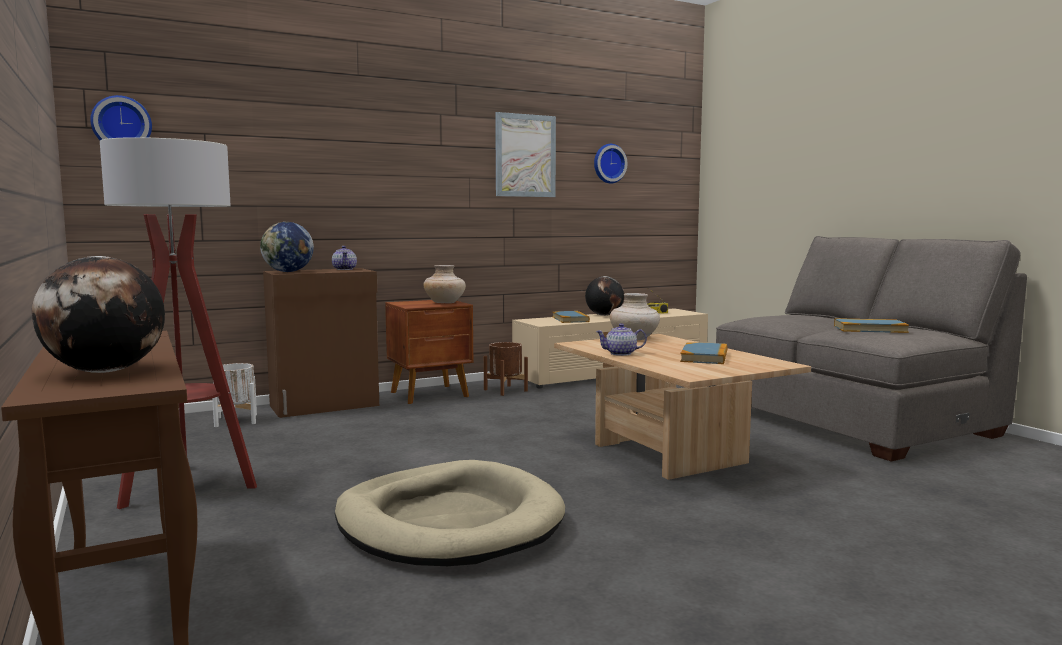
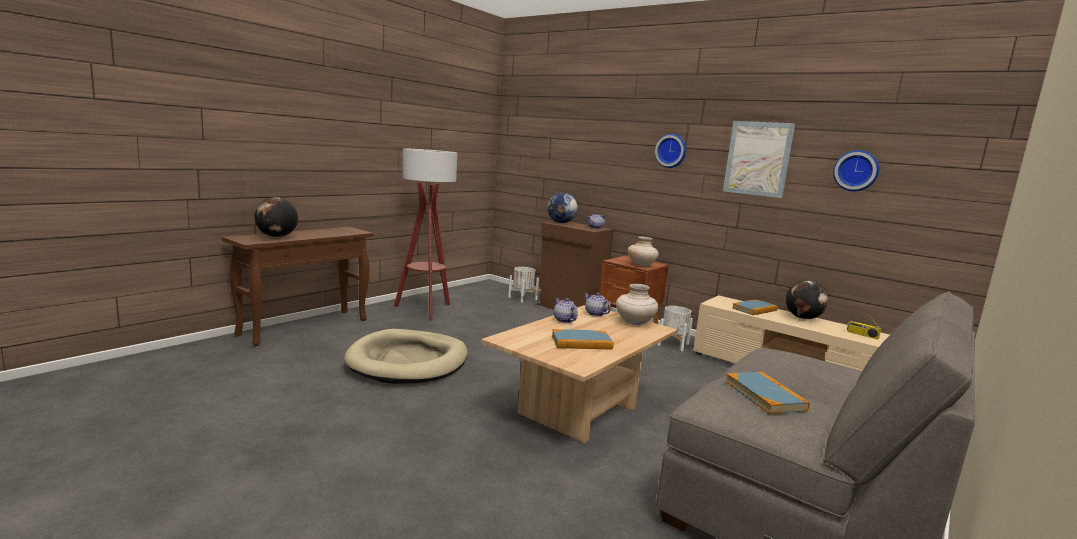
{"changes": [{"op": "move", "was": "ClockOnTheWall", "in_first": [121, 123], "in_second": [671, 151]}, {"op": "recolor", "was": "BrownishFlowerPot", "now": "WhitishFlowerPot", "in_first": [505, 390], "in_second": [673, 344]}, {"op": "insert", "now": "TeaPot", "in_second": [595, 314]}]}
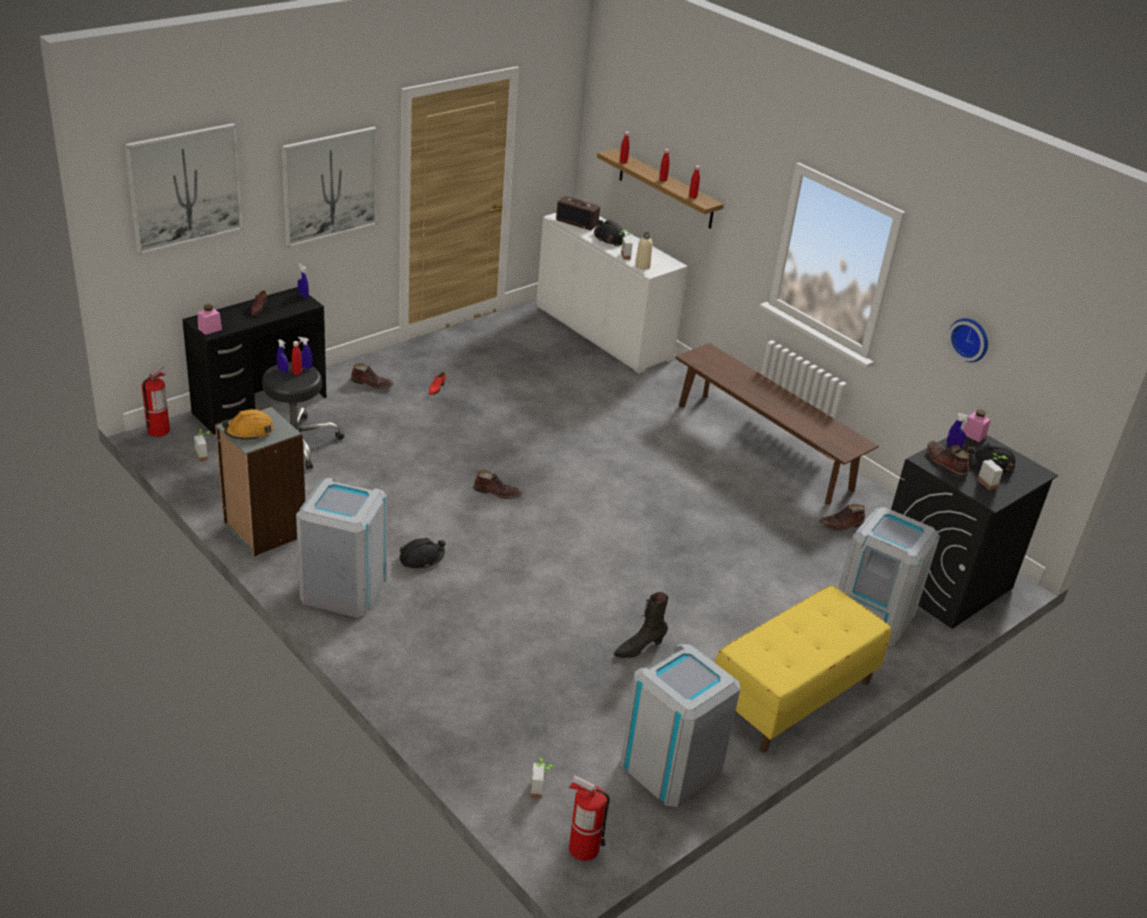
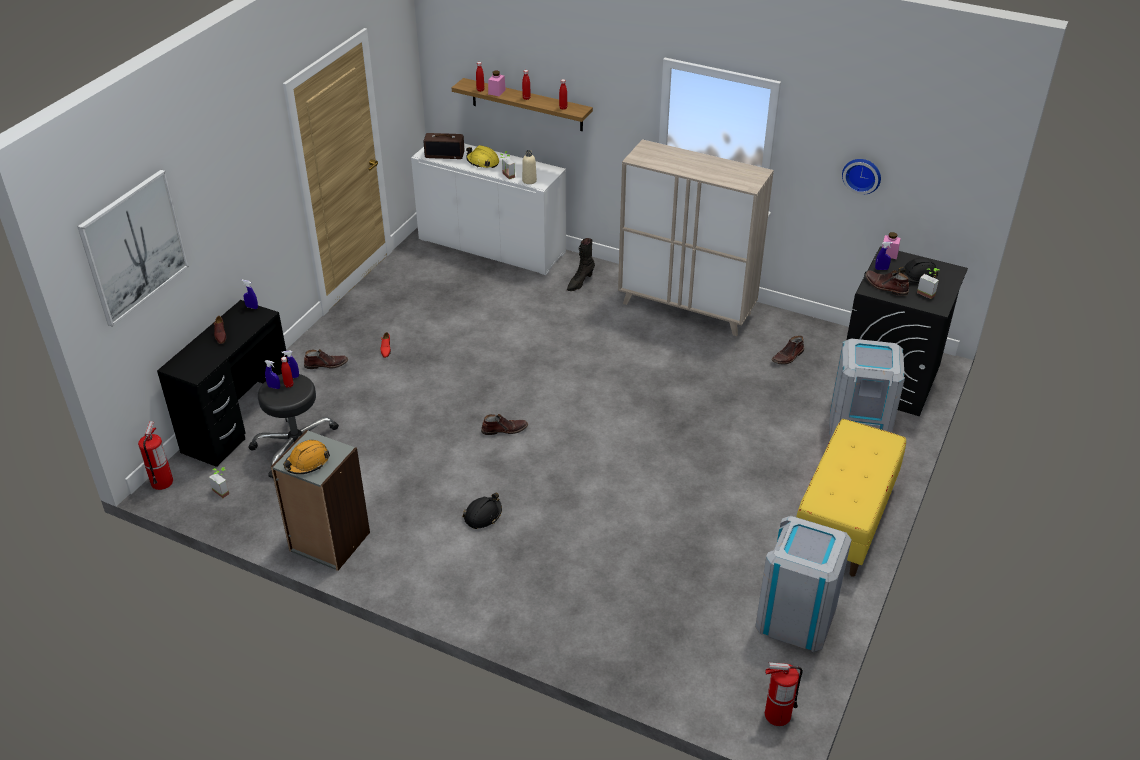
{"changes": [{"op": "delete", "was": "WallPicture", "in_first": [330, 186]}, {"op": "recolor", "was": "BlackishHardHat", "now": "YellowHardHat", "in_first": [609, 238], "in_second": [482, 162]}, {"op": "move", "was": "PinkPreserveJar", "in_first": [210, 329], "in_second": [497, 92]}, {"op": "replace", "was": "BrownishBench", "now": "BeigeStorageCabinet", "in_first": [763, 446], "in_second": [687, 308]}, {"op": "delete", "was": "GreyTrashCan", "in_first": [343, 589]}, {"op": "move", "was": "BlackishBoot", "in_first": [639, 648], "in_second": [580, 282]}, {"op": "delete", "was": "Houseplant", "in_first": [541, 789]}]}
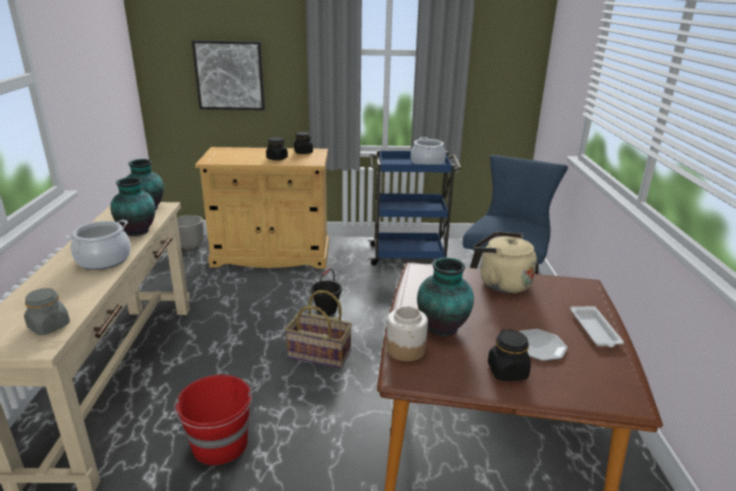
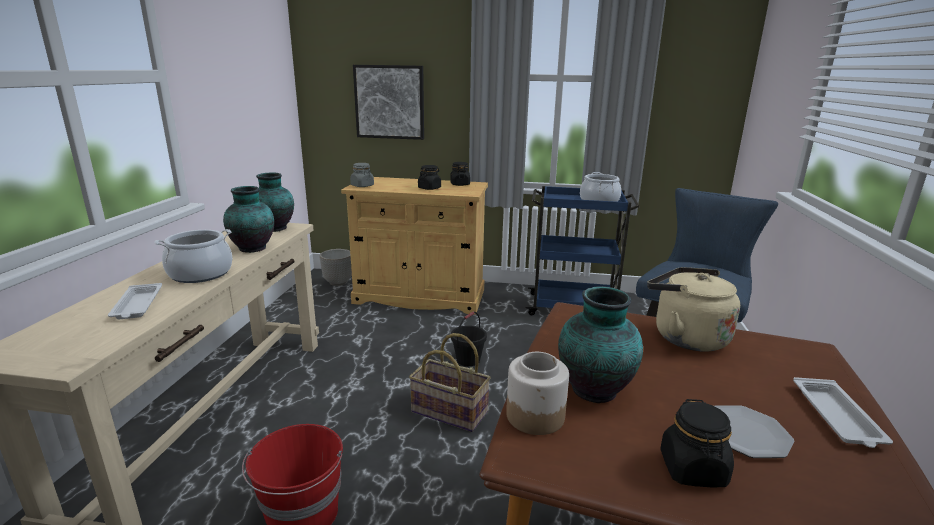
{"changes": [{"op": "move", "was": "GreyPreserveJar", "in_first": [49, 326], "in_second": [362, 186]}, {"op": "insert", "now": "WhitishTray", "in_second": [137, 306]}]}
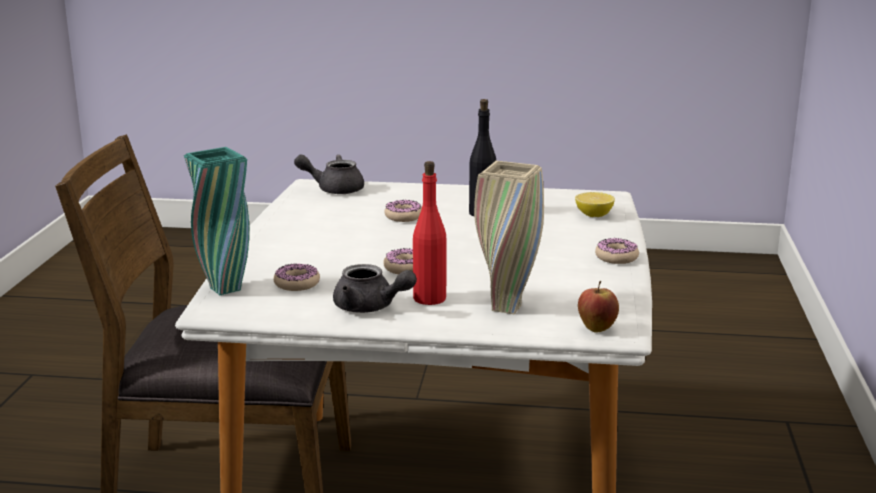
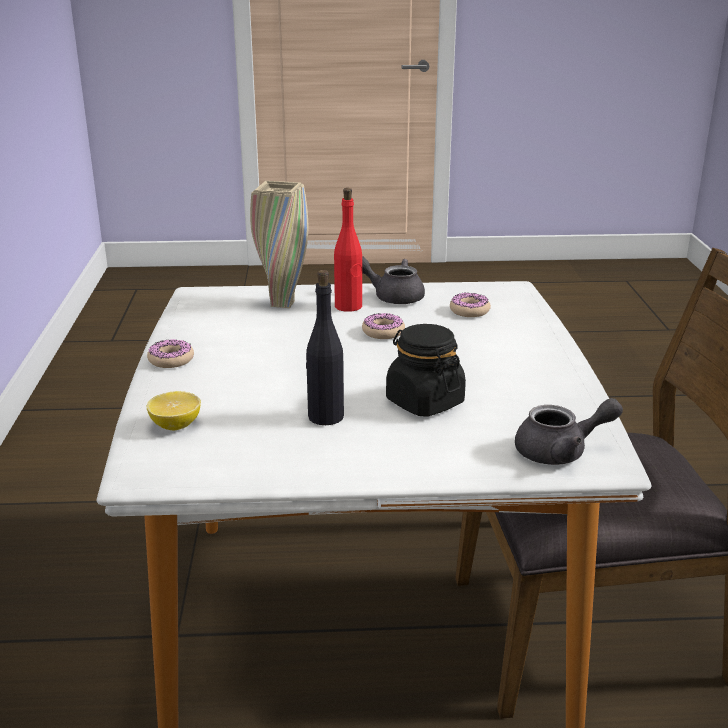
{"changes": [{"op": "delete", "was": "BlueGreenVase", "in_first": [225, 289]}, {"op": "replace", "was": "Doughnut", "now": "BlackishPreserveJar", "in_first": [403, 216], "in_second": [424, 402]}, {"op": "delete", "was": "AppleFruit", "in_first": [596, 329]}]}
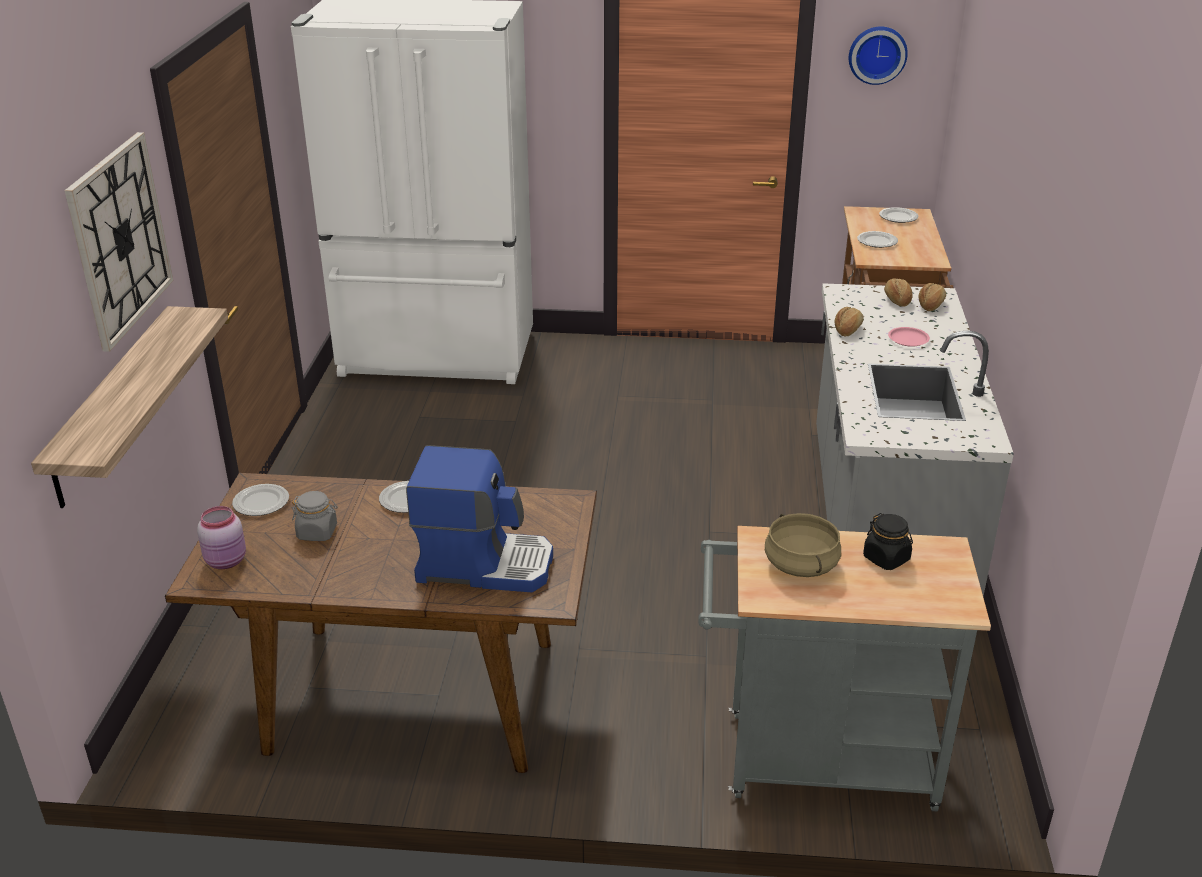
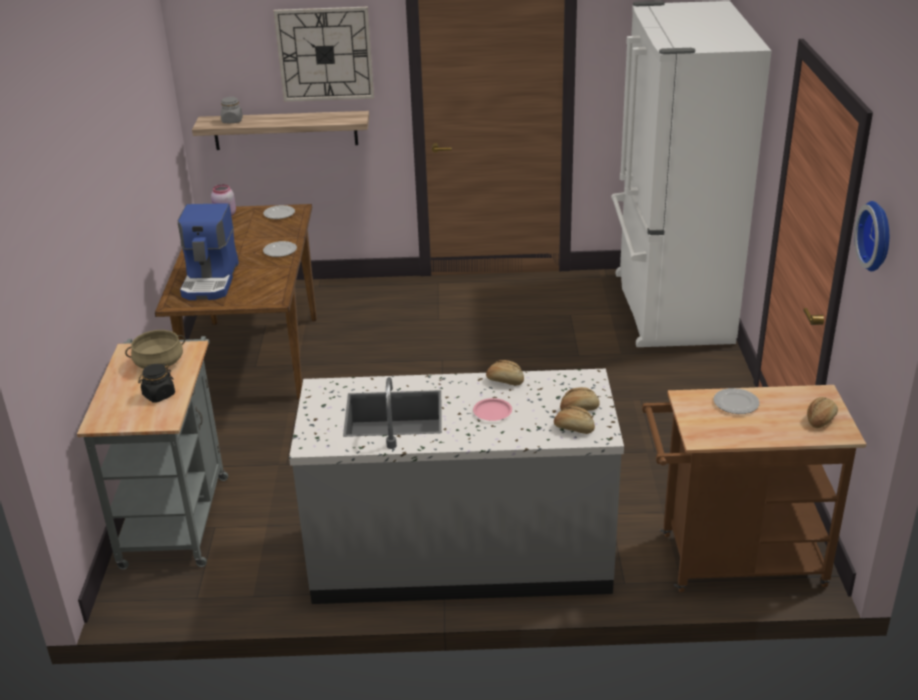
{"changes": [{"op": "replace", "was": "FlatDish", "now": "BakedBread", "in_first": [898, 217], "in_second": [820, 420]}, {"op": "move", "was": "GreyPreserveJar", "in_first": [317, 532], "in_second": [232, 121]}]}
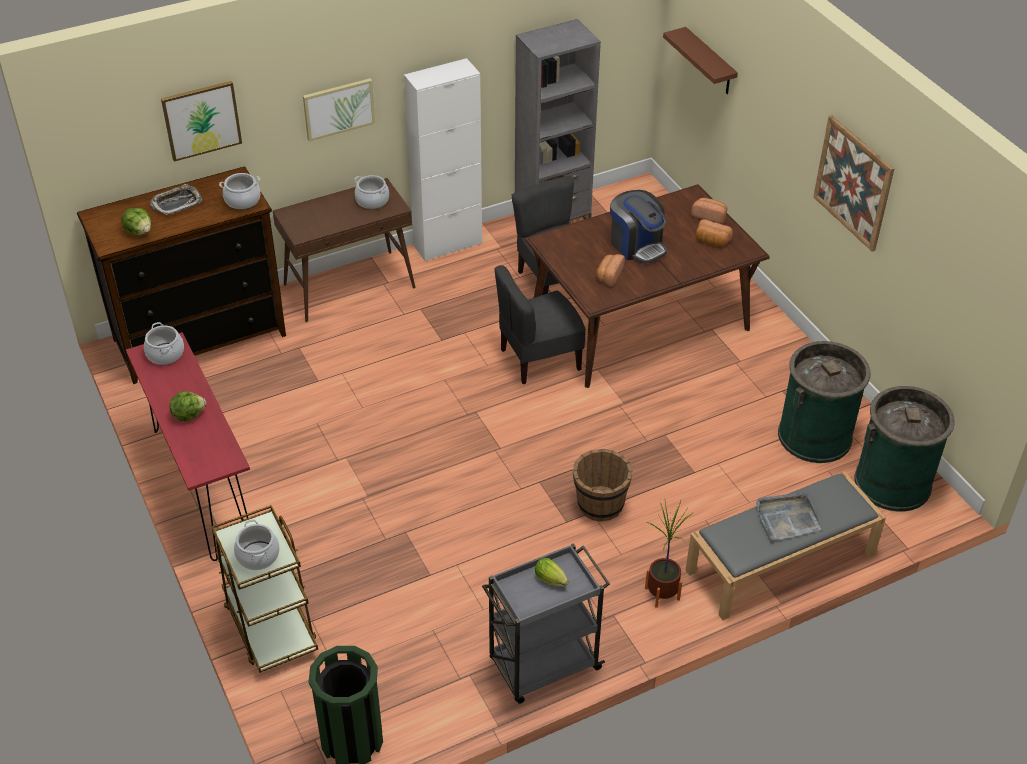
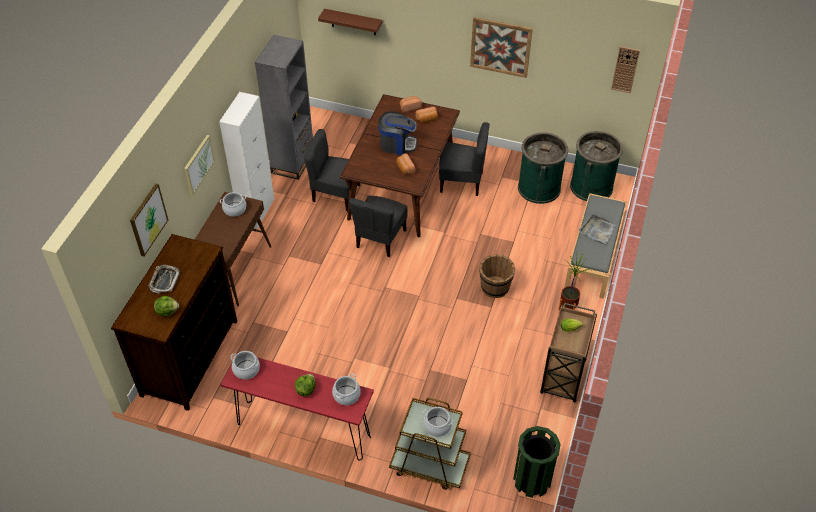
{"changes": [{"op": "move", "was": "Saucepot", "in_first": [242, 200], "in_second": [346, 395]}, {"op": "recolor", "was": "GreyTrolley", "now": "BrownishTrolley", "in_first": [543, 665], "in_second": [563, 378]}, {"op": "insert", "now": "ClockOnTheWall", "in_second": [625, 69]}, {"op": "insert", "now": "GreyPlainChair", "in_second": [462, 182]}]}
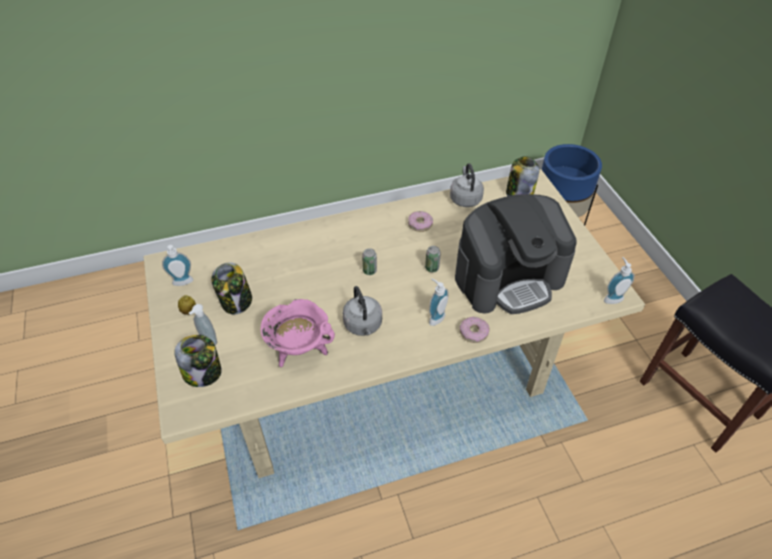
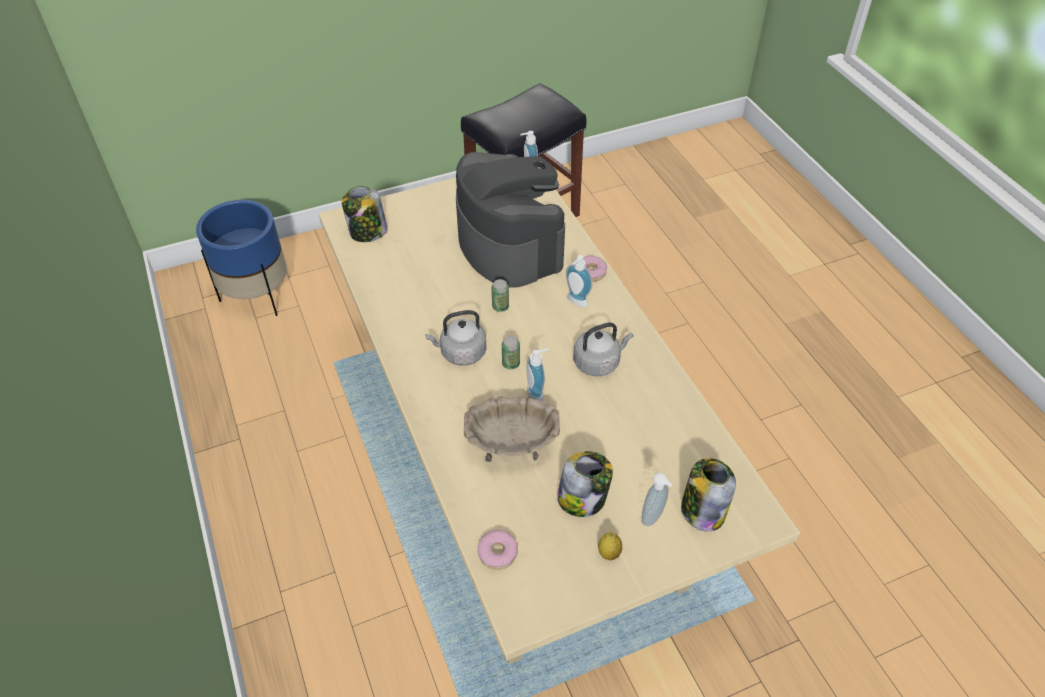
{"changes": [{"op": "move", "was": "GreyWaterKettle", "in_first": [465, 198], "in_second": [460, 353]}, {"op": "move", "was": "Doughnut", "in_first": [420, 224], "in_second": [497, 553]}, {"op": "move", "was": "SoapDispenser", "in_first": [183, 283], "in_second": [538, 394]}, {"op": "delete", "was": "PinkSaucepot", "in_first": [300, 351]}, {"op": "insert", "now": "BeigeBowl", "in_second": [512, 444]}]}
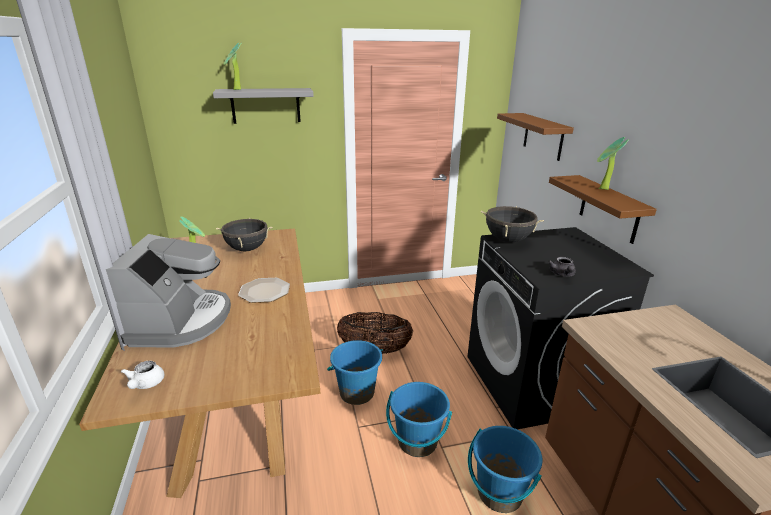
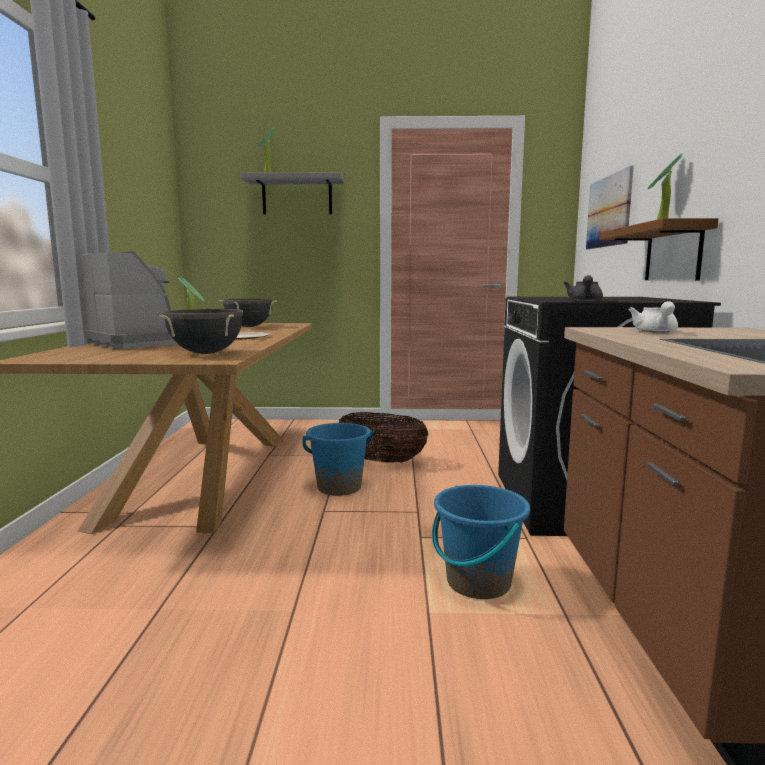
{"changes": [{"op": "replace", "was": "BrownishShelf", "now": "WallPicture", "in_first": [543, 136], "in_second": [608, 211]}, {"op": "move", "was": "BlackishSaucepot", "in_first": [508, 240], "in_second": [206, 353]}, {"op": "rotate", "was": "CoffeeMachine", "in_first": [182, 321], "in_second": [140, 342], "clockwise": -60}, {"op": "move", "was": "WhitishTeaPot", "in_first": [145, 384], "in_second": [655, 332]}, {"op": "delete", "was": "BlueColouredBucket", "in_first": [417, 442]}]}
